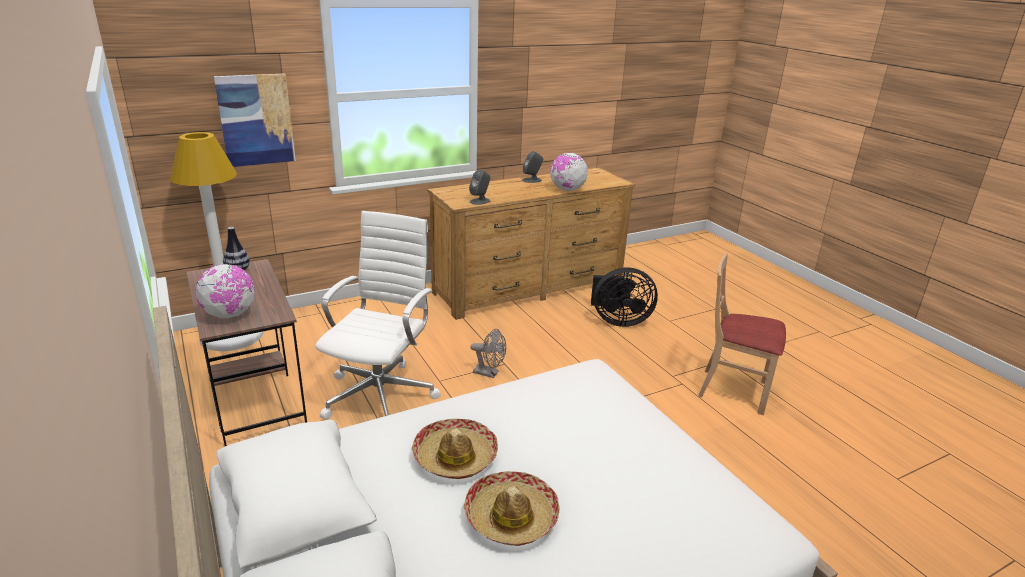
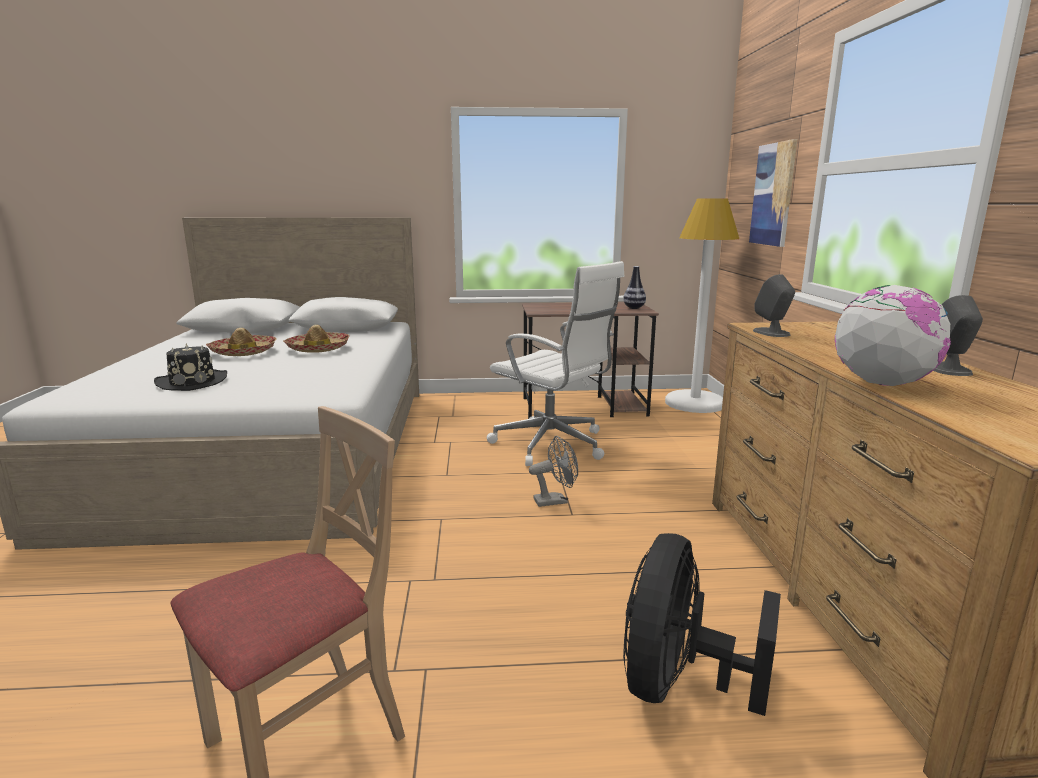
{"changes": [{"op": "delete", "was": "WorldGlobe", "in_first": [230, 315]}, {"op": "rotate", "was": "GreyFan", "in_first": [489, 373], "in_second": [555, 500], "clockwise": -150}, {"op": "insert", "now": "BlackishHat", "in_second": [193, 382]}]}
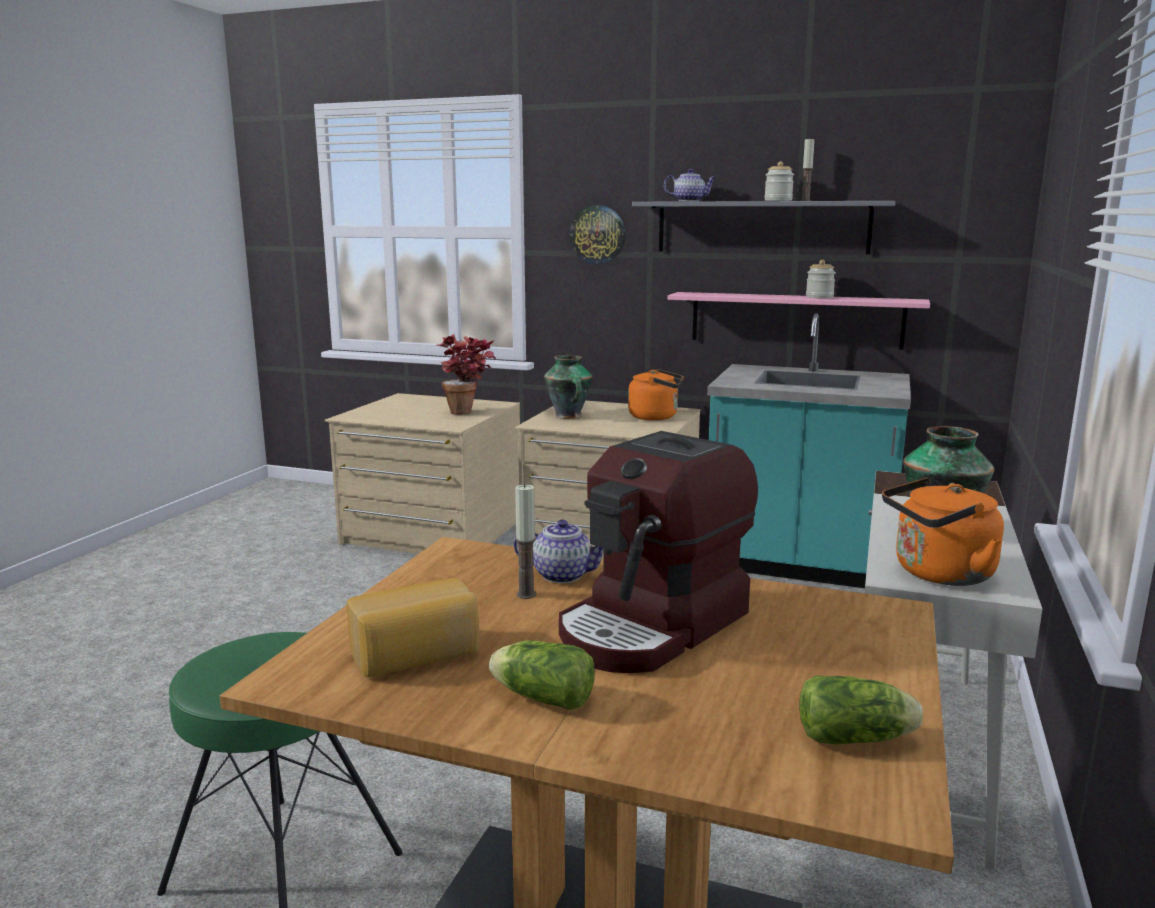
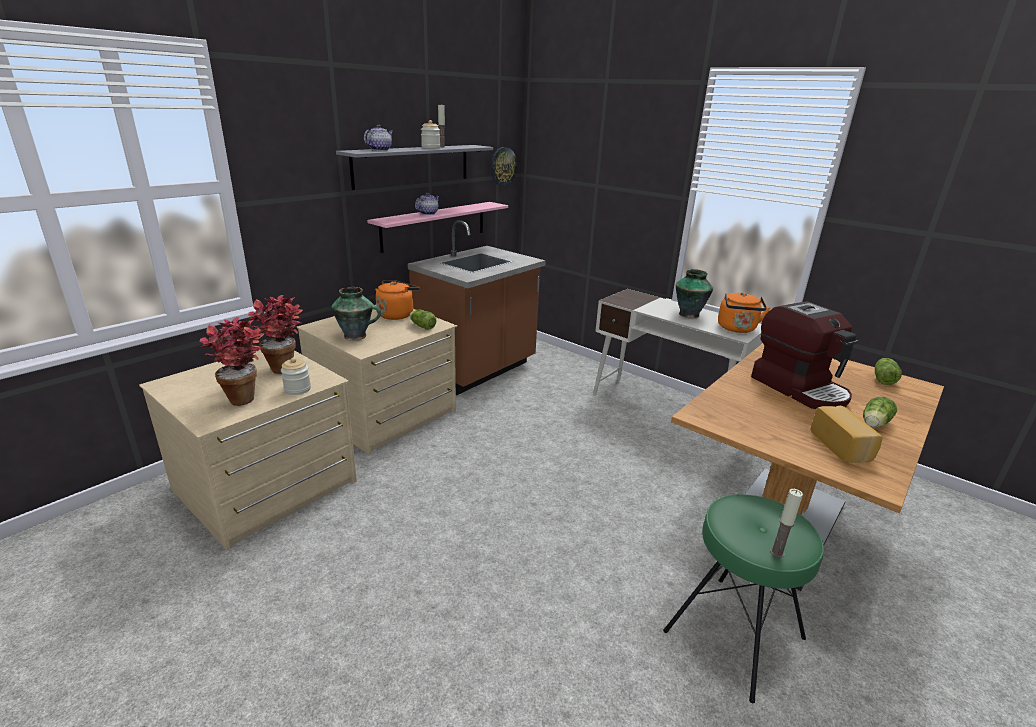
{"changes": [{"op": "move", "was": "ClockOnTheWall", "in_first": [597, 234], "in_second": [502, 166]}, {"op": "move", "was": "PreserveJar", "in_first": [819, 297], "in_second": [297, 389]}, {"op": "recolor", "was": "BlueGreenKitchenCounter", "now": "BrownishKitchenCounter", "in_first": [798, 564], "in_second": [477, 370]}, {"op": "move", "was": "WaxLight", "in_first": [526, 594], "in_second": [777, 553]}, {"op": "move", "was": "TeaPot", "in_first": [563, 575], "in_second": [428, 213]}, {"op": "insert", "now": "LettuceHead", "in_second": [422, 326]}, {"op": "insert", "now": "Houseplant", "in_second": [244, 396]}]}
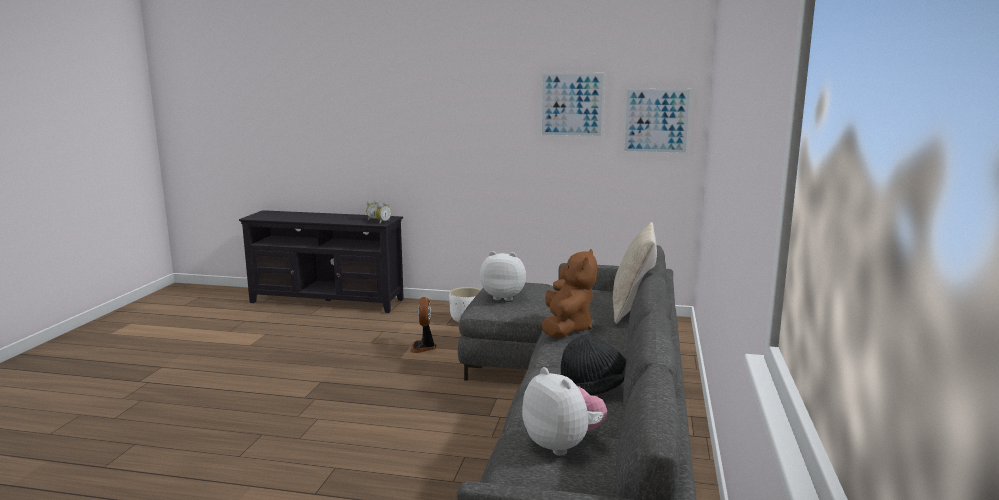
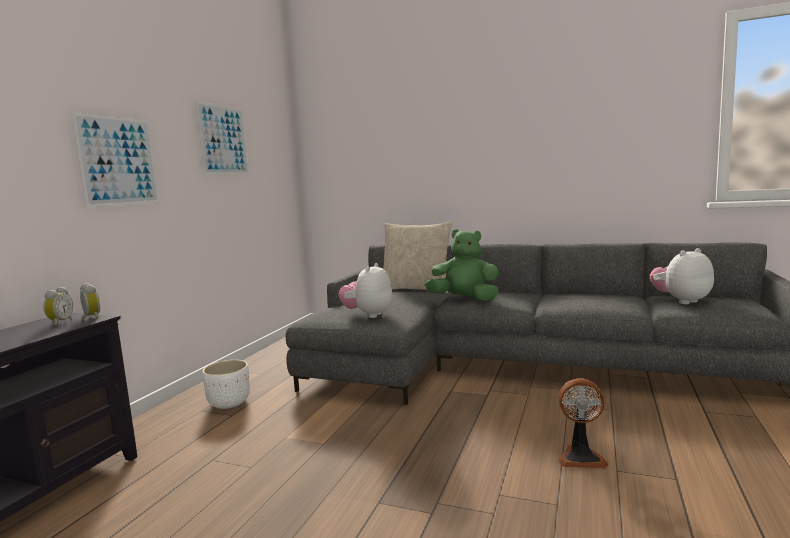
{"changes": [{"op": "move", "was": "WallPicture", "in_first": [656, 121], "in_second": [118, 161]}, {"op": "recolor", "was": "BrownishPlushToy", "now": "GreenishPlushToy", "in_first": [566, 328], "in_second": [464, 299]}, {"op": "move", "was": "Fan", "in_first": [423, 347], "in_second": [580, 457]}, {"op": "delete", "was": "BlackishHat", "in_first": [592, 388]}]}
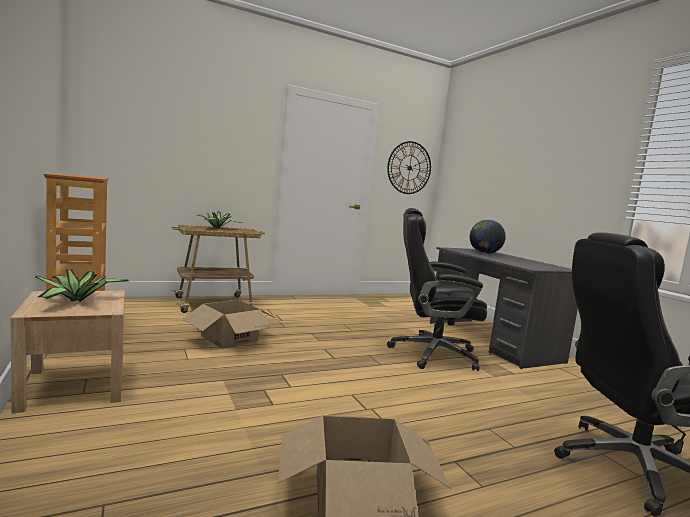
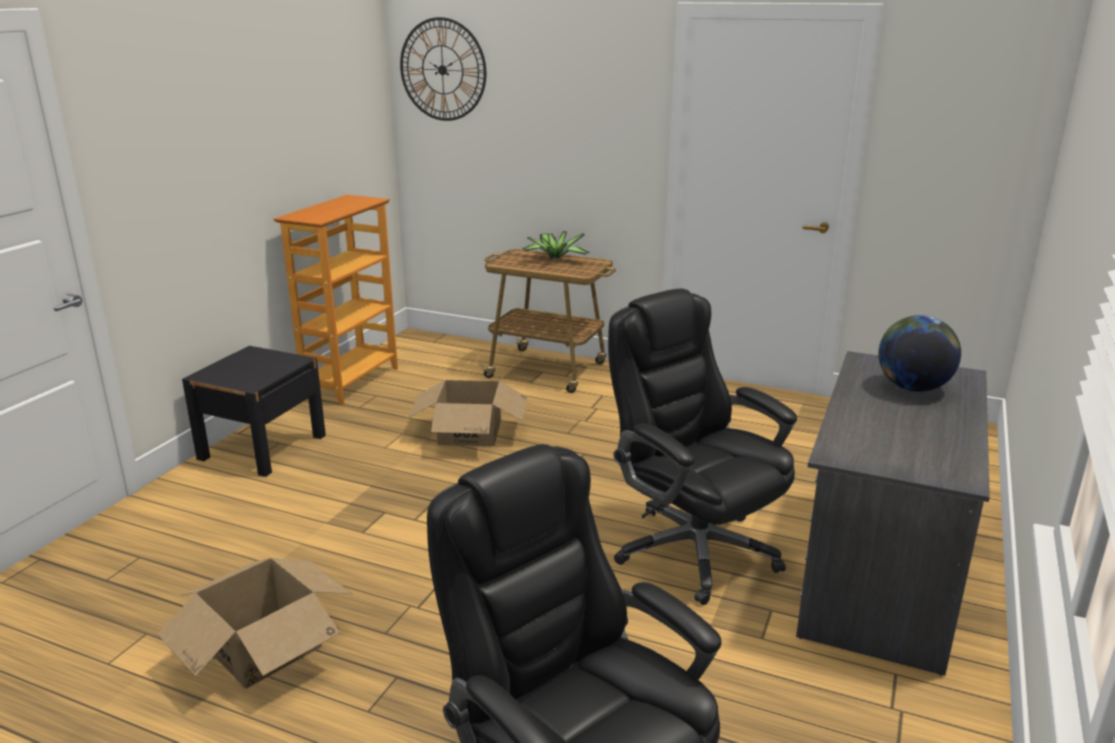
{"changes": [{"op": "move", "was": "ClockOnTheWall", "in_first": [409, 168], "in_second": [442, 70]}, {"op": "delete", "was": "Houseplant", "in_first": [76, 300]}, {"op": "recolor", "was": "BeigeNightstand", "now": "BlackishNightstand", "in_first": [74, 385], "in_second": [262, 447]}]}
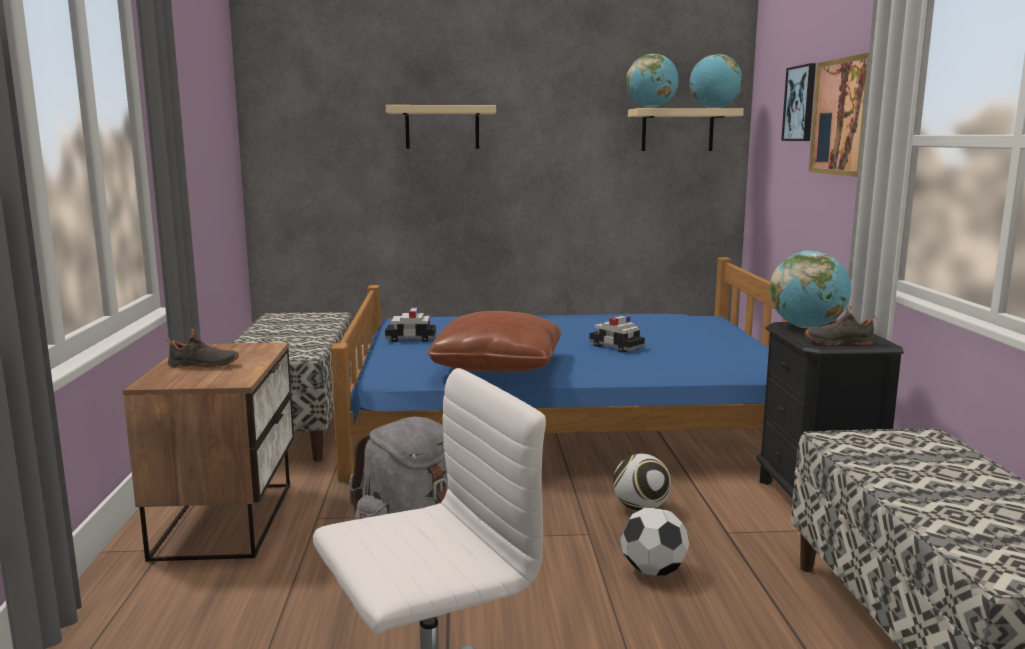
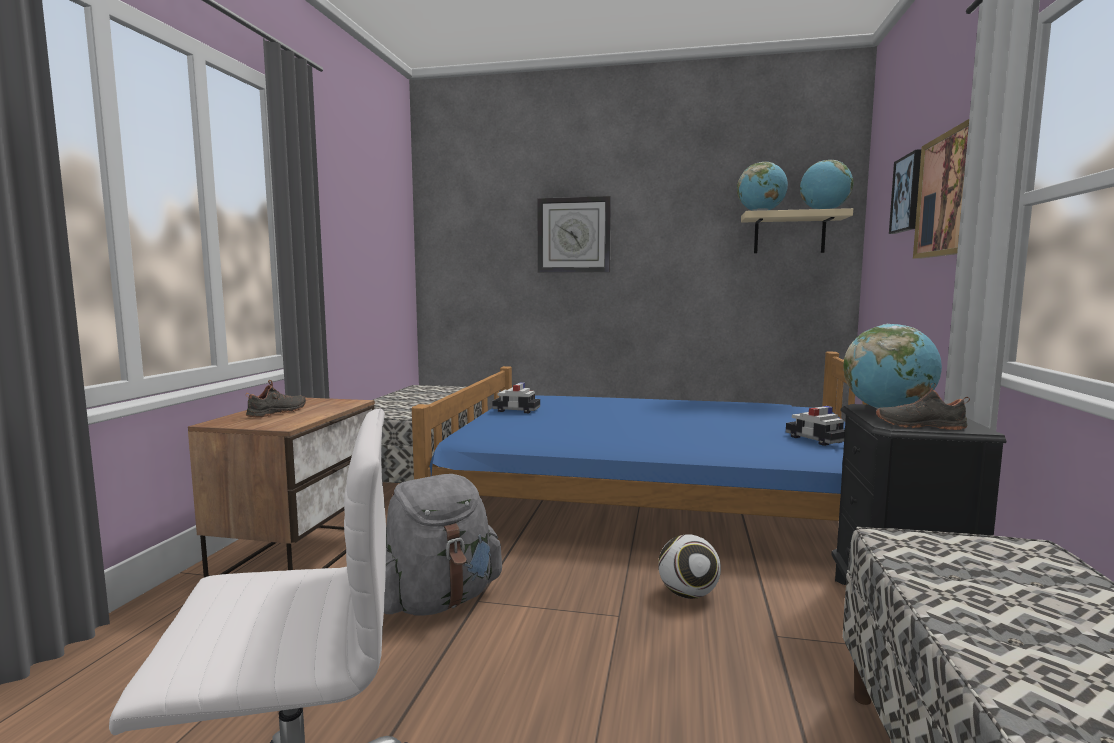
{"changes": [{"op": "replace", "was": "BeigeShelf", "now": "ClockOnTheWall", "in_first": [442, 127], "in_second": [574, 235]}, {"op": "delete", "was": "BrownishThrowPillow", "in_first": [497, 366]}, {"op": "move", "was": "ToyCar", "in_first": [616, 347], "in_second": [815, 439]}, {"op": "rotate", "was": "BlackishShoe", "in_first": [203, 366], "in_second": [278, 413], "clockwise": -75}, {"op": "delete", "was": "BallForFootball", "in_first": [653, 571]}]}
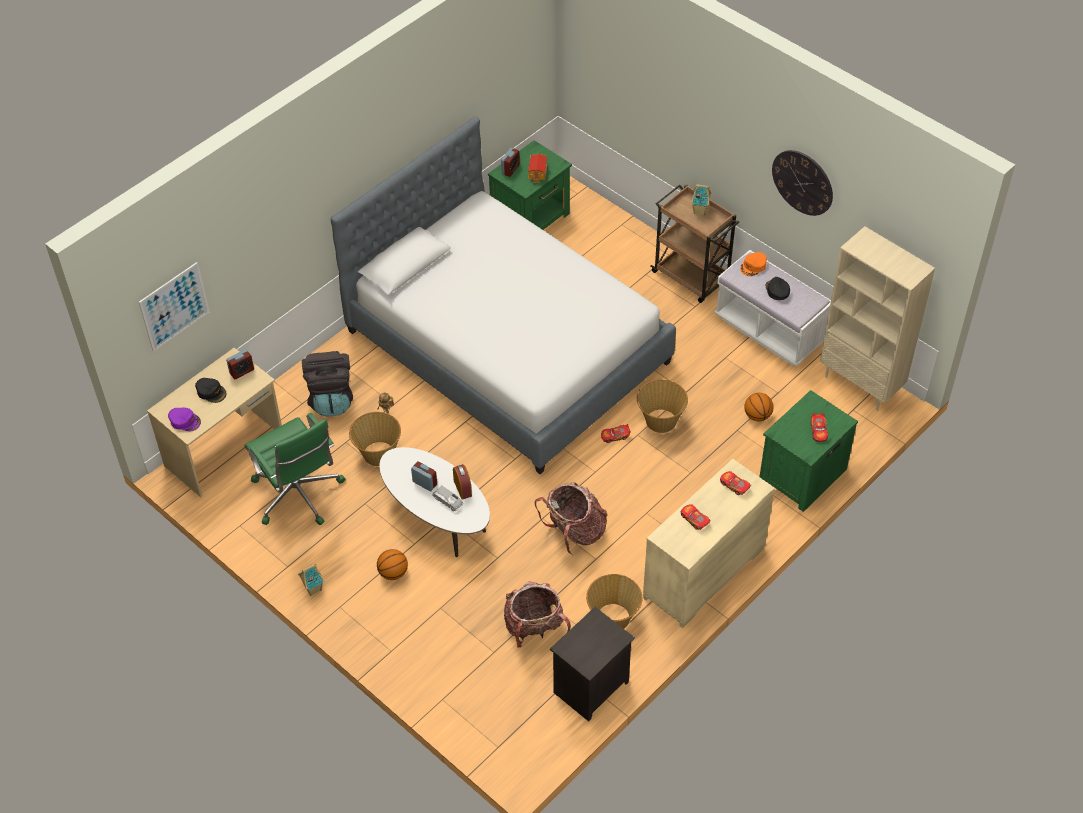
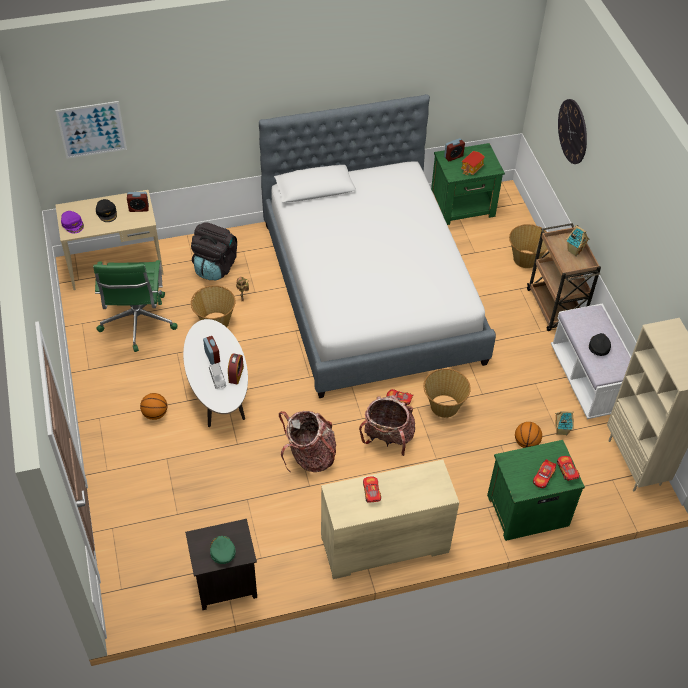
{"changes": [{"op": "move", "was": "ClockOnTheWall", "in_first": [802, 182], "in_second": [573, 131]}, {"op": "delete", "was": "OrangeCap", "in_first": [753, 266]}, {"op": "move", "was": "ToyCar", "in_first": [734, 485], "in_second": [567, 470]}, {"op": "move", "was": "MiniatureHouse", "in_first": [312, 588], "in_second": [560, 430]}, {"op": "move", "was": "StorageBasket", "in_first": [613, 618], "in_second": [525, 259]}, {"op": "move", "was": "Rucksack", "in_first": [535, 628], "in_second": [387, 437]}, {"op": "insert", "now": "GreenishCap", "in_second": [222, 551]}]}
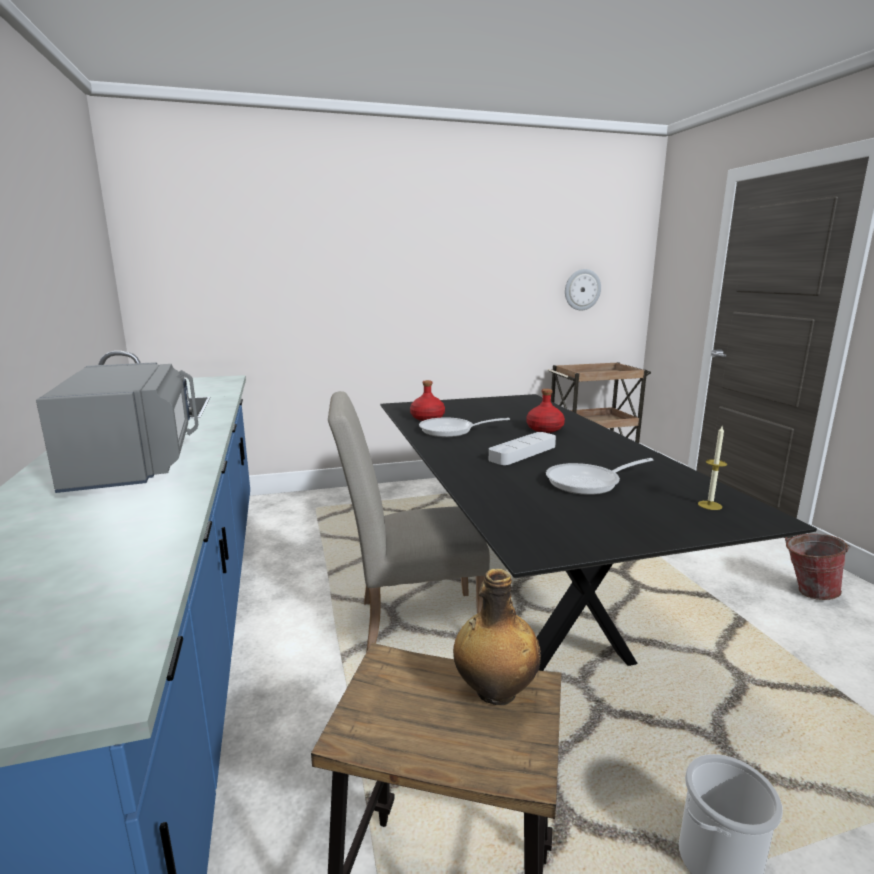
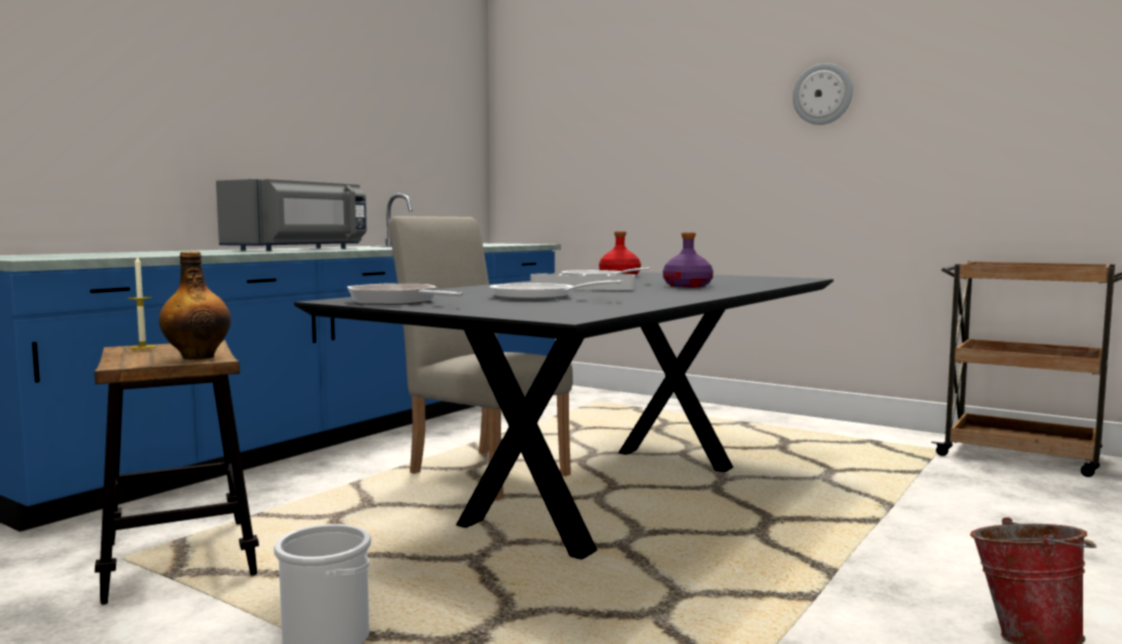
{"changes": [{"op": "move", "was": "ClockOnTheWall", "in_first": [582, 289], "in_second": [822, 94]}, {"op": "recolor", "was": "ReddishBottle", "now": "PurpleColouredBottle", "in_first": [544, 429], "in_second": [688, 286]}, {"op": "move", "was": "WaxLight", "in_first": [709, 505], "in_second": [142, 347]}, {"op": "insert", "now": "Skillet", "in_second": [397, 302]}]}
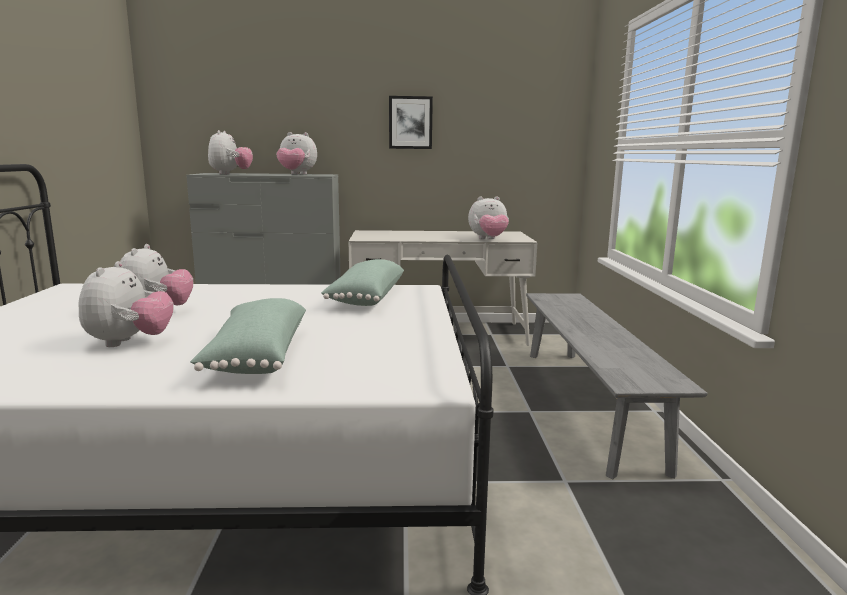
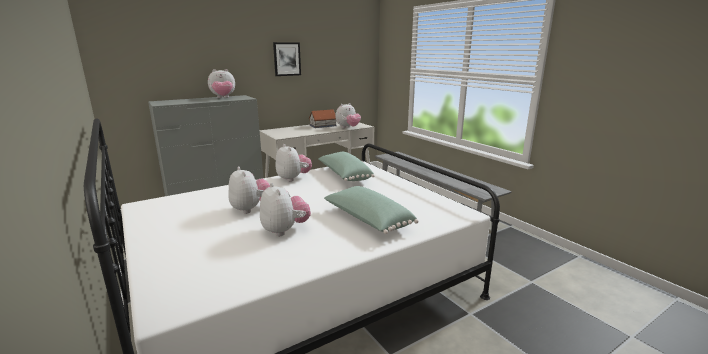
{"changes": [{"op": "move", "was": "PlushToy", "in_first": [230, 174], "in_second": [293, 178]}, {"op": "insert", "now": "MiniatureHouse", "in_second": [323, 125]}]}
